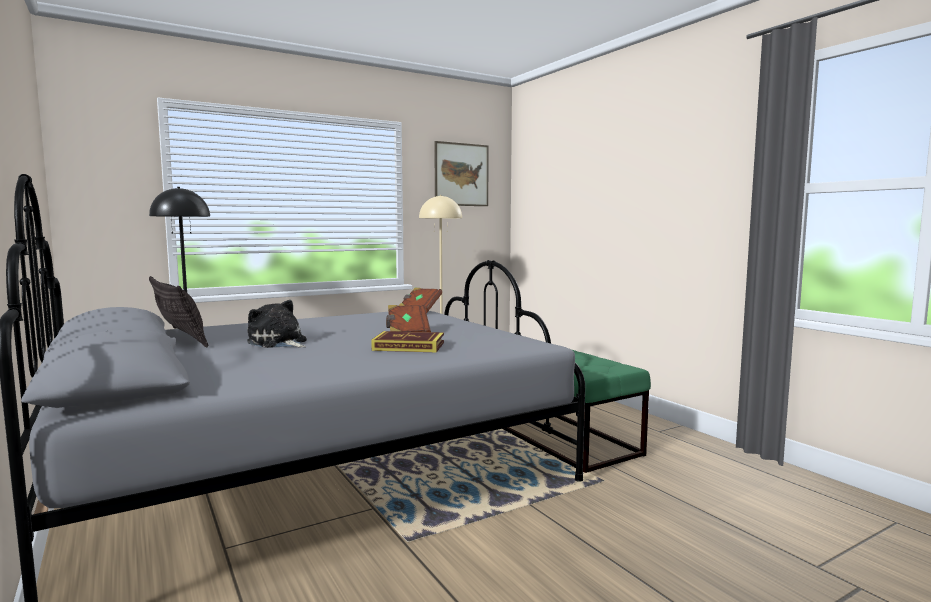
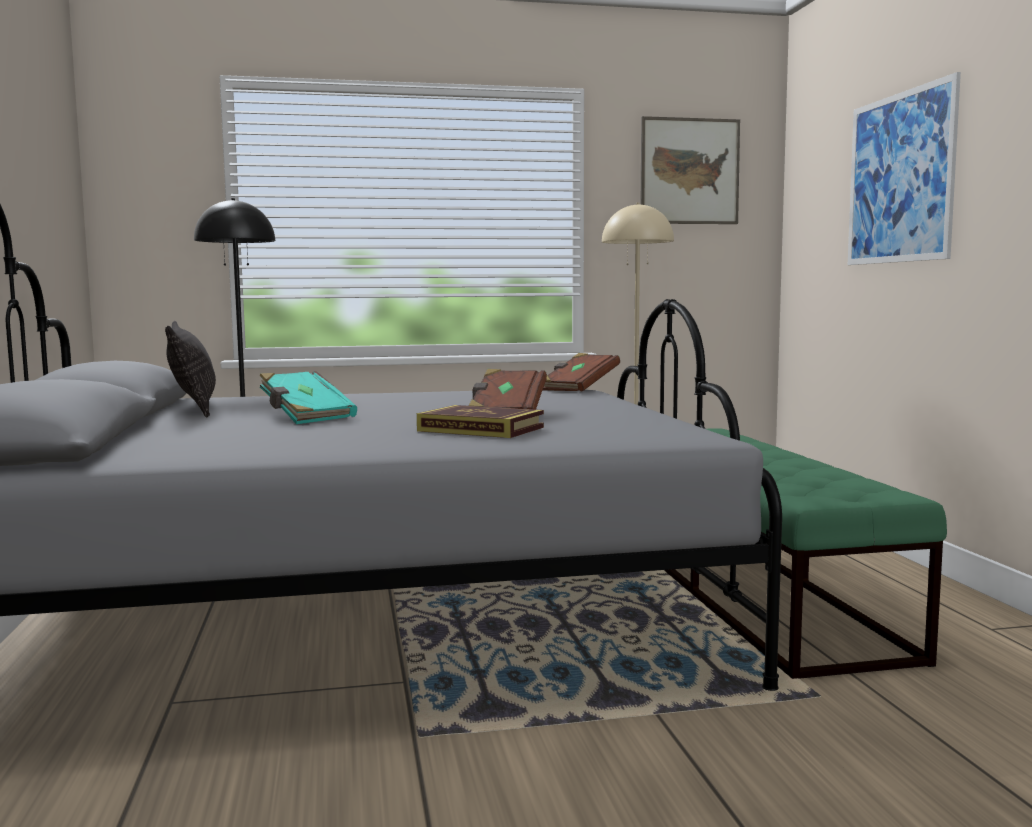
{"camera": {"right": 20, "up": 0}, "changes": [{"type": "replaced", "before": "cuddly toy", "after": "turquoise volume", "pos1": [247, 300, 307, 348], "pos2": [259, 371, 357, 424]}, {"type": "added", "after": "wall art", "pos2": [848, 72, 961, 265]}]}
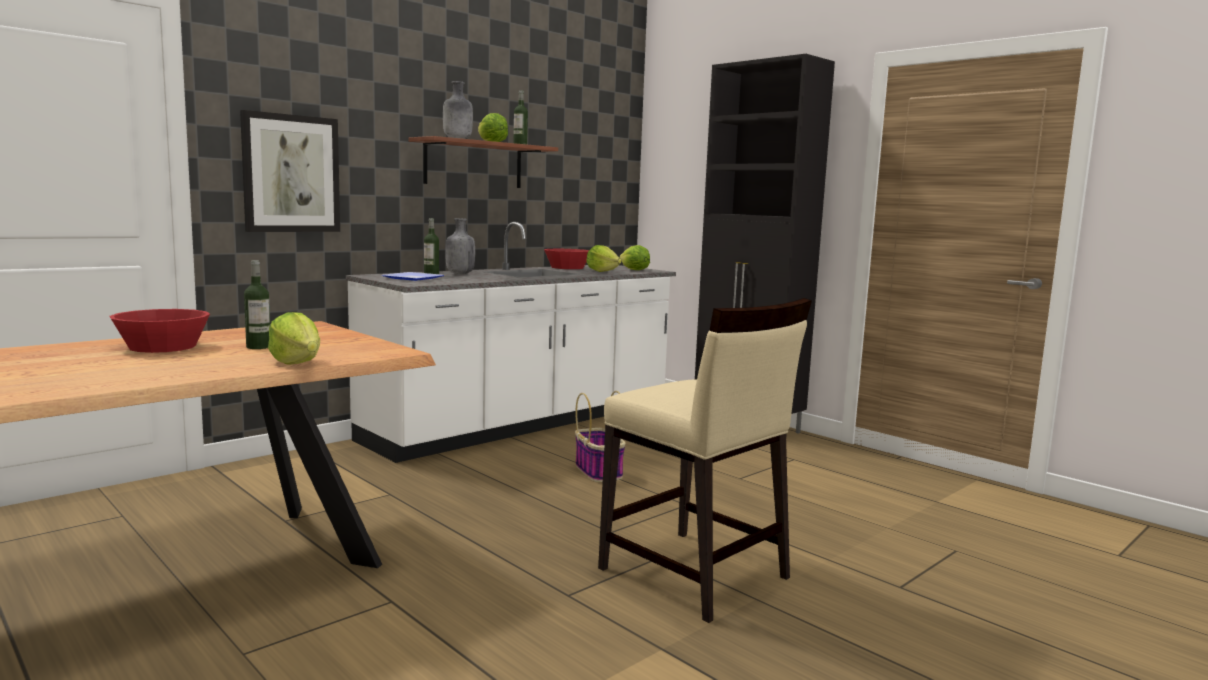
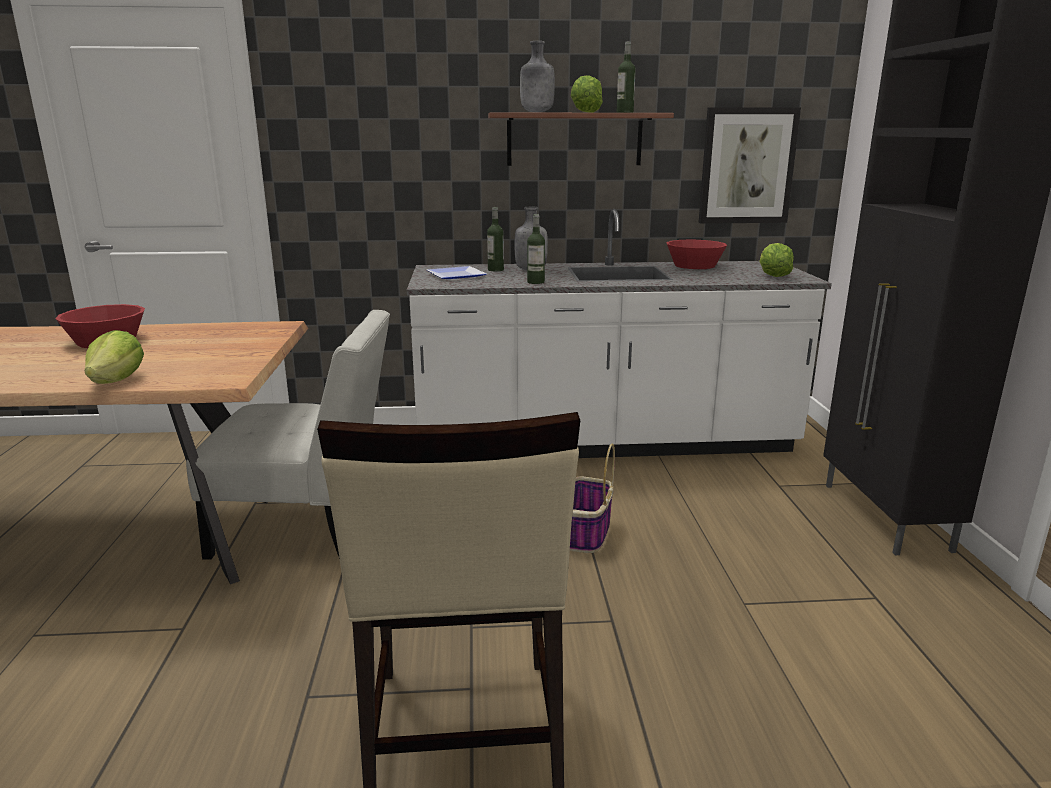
{"camera": {"right": 40, "up": 10}, "changes": [{"type": "added", "after": "whitish plain chair", "pos2": [186, 310, 390, 560]}, {"type": "moved", "before": "bottle", "pos1": [244, 260, 270, 349], "pos2": [527, 214, 545, 284]}, {"type": "moved", "before": "wall art", "pos1": [240, 110, 340, 232], "pos2": [698, 107, 801, 224]}, {"type": "removed", "before": "head of lettuce", "pos1": [586, 245, 621, 272]}]}
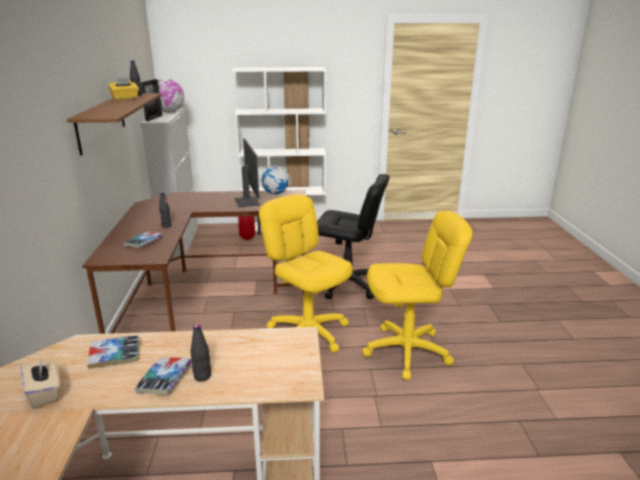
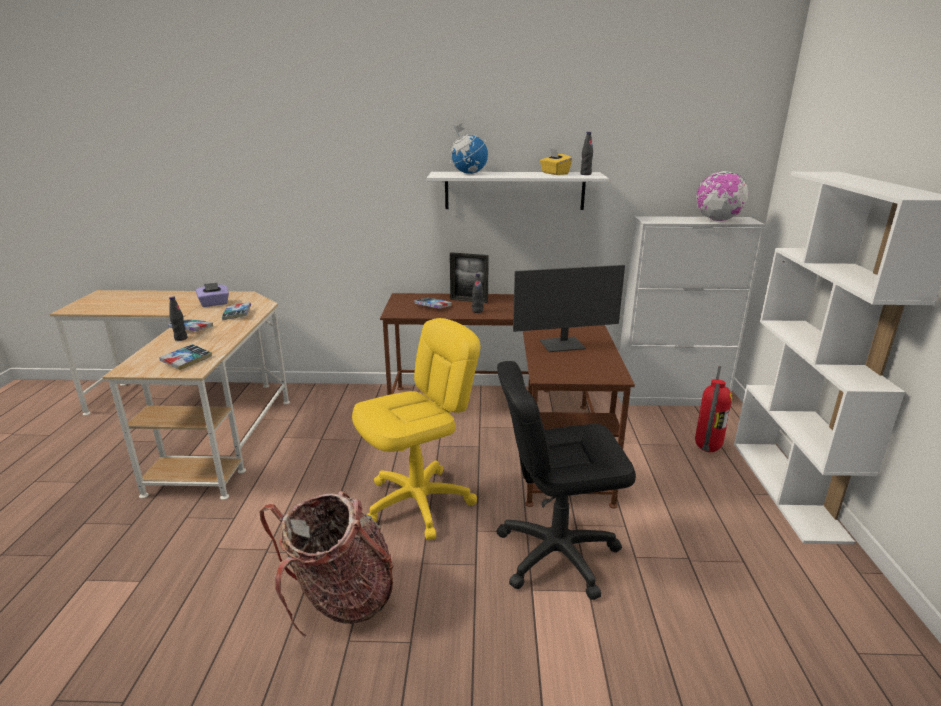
{"camera": {"right": 95, "up": 0}, "changes": [{"type": "added", "after": "volume", "pos2": [160, 344, 212, 370]}, {"type": "recoloured", "before": "beige-coloured tissue box", "after": "purple-coloured tissue box", "pos1": [20, 357, 60, 409], "pos2": [196, 282, 229, 307]}, {"type": "replaced", "before": "yellowish computer chair", "after": "backpack", "pos1": [362, 211, 472, 380], "pos2": [260, 491, 393, 638]}, {"type": "recoloured", "before": "brownish wall shelf", "after": "whitish wall shelf", "pos1": [67, 93, 161, 156], "pos2": [427, 172, 609, 210]}, {"type": "moved", "before": "desk globe", "pos1": [260, 162, 291, 194], "pos2": [450, 123, 488, 174]}, {"type": "moved", "before": "photo frame", "pos1": [140, 79, 162, 121], "pos2": [450, 252, 489, 303]}, {"type": "turned", "before": "blackish computer chair", "pos1": [317, 174, 390, 299], "pos2": [496, 361, 636, 600], "turn": 60}]}
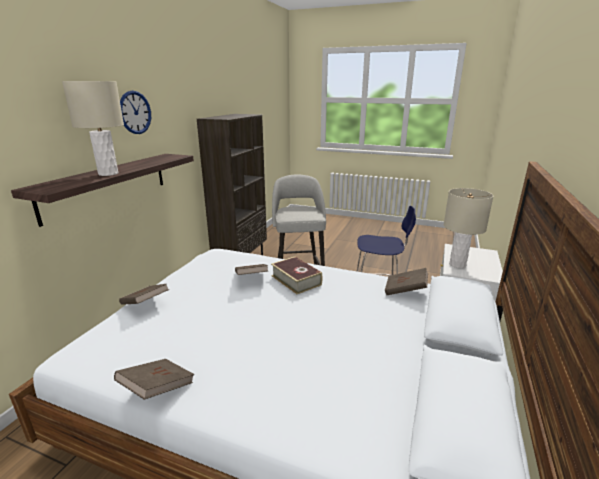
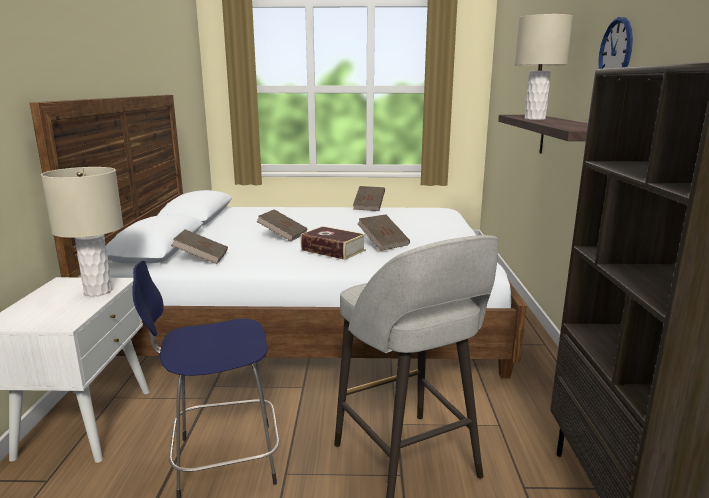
{"camera": {"right": 160, "up": -5}, "changes": [{"type": "moved", "before": "brownish volume", "pos1": [119, 284, 169, 305], "pos2": [256, 209, 308, 241]}]}
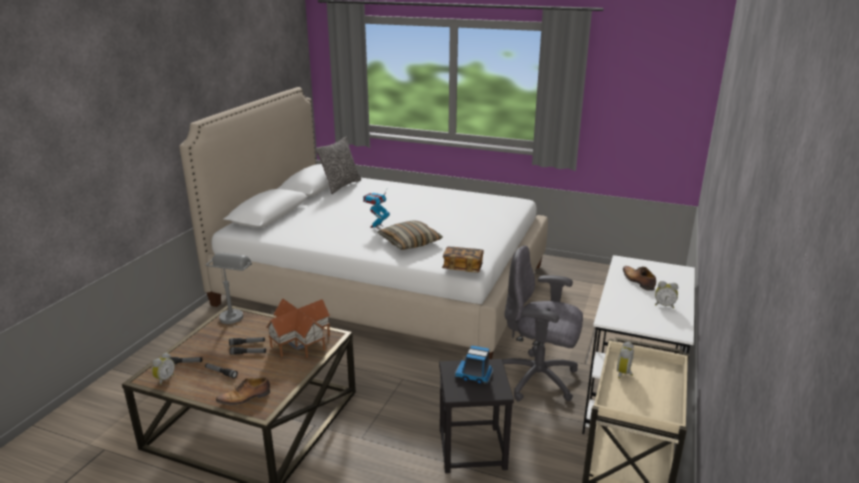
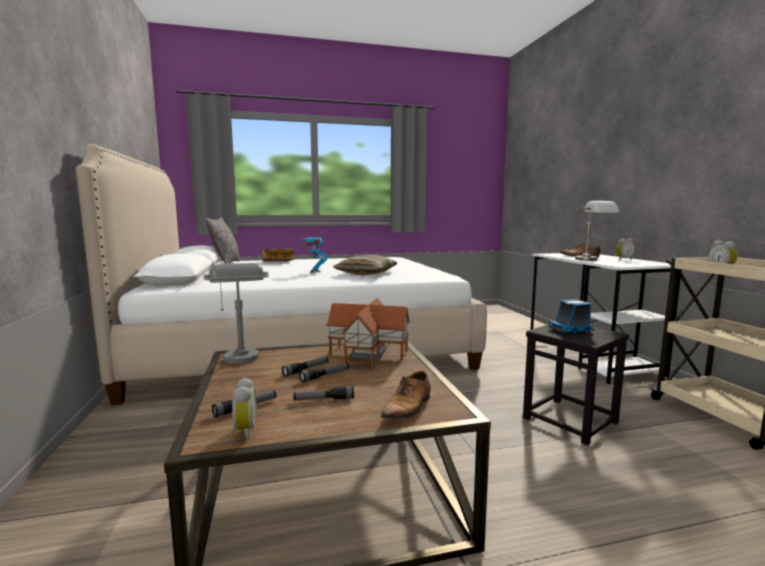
{"camera": {"right": -35, "up": -15}, "changes": [{"type": "moved", "before": "volume", "pos1": [442, 247, 484, 273], "pos2": [262, 248, 294, 261]}, {"type": "added", "after": "grey table lamp", "pos2": [575, 201, 619, 261]}, {"type": "removed", "before": "grey computer chair", "pos1": [502, 246, 583, 401]}]}
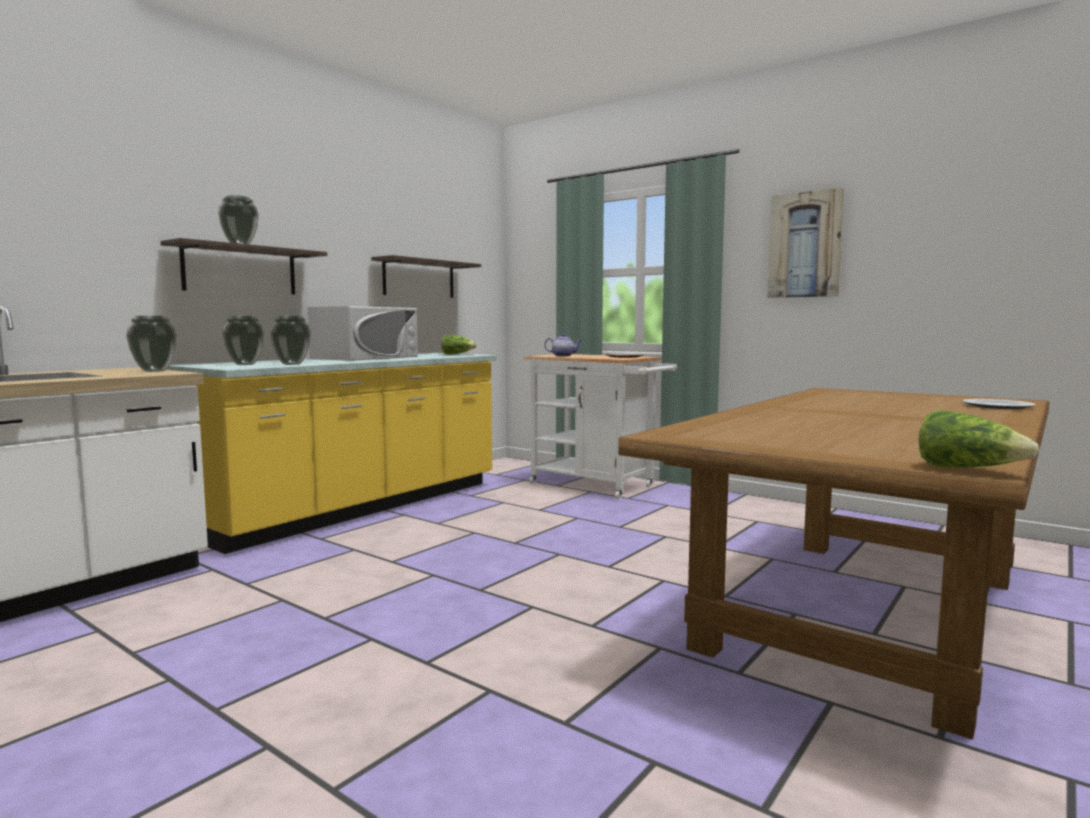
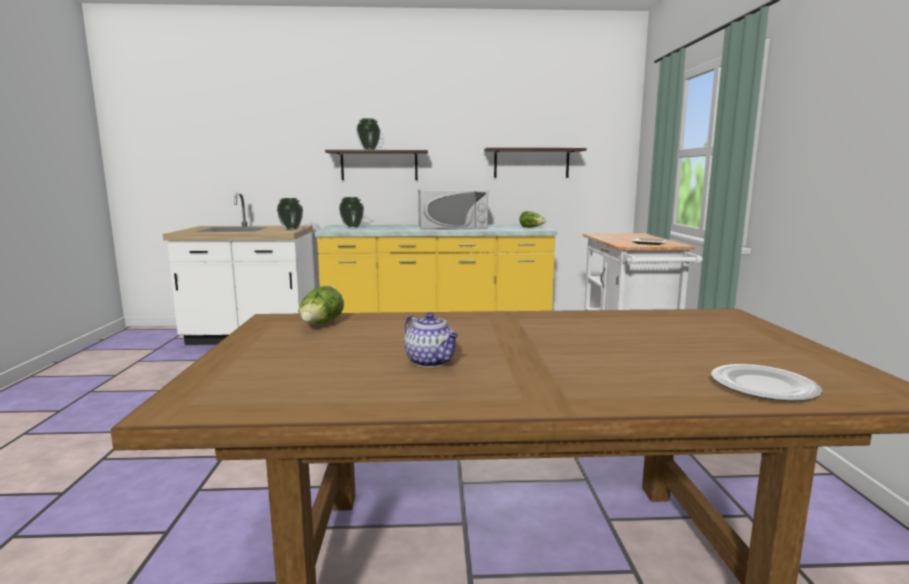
{"camera": {"right": 50, "up": 5}, "changes": [{"type": "moved", "before": "head of lettuce", "pos1": [919, 410, 1039, 468], "pos2": [298, 286, 344, 324]}, {"type": "moved", "before": "teapot", "pos1": [544, 334, 581, 356], "pos2": [404, 312, 458, 367]}, {"type": "removed", "before": "vase", "pos1": [270, 316, 311, 365]}, {"type": "removed", "before": "wall art", "pos1": [767, 188, 844, 298]}]}
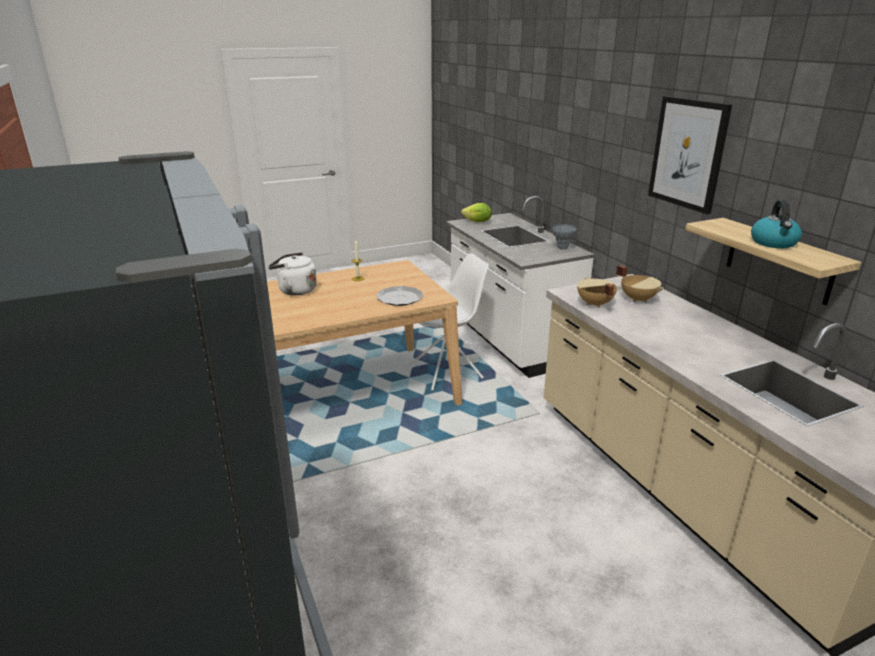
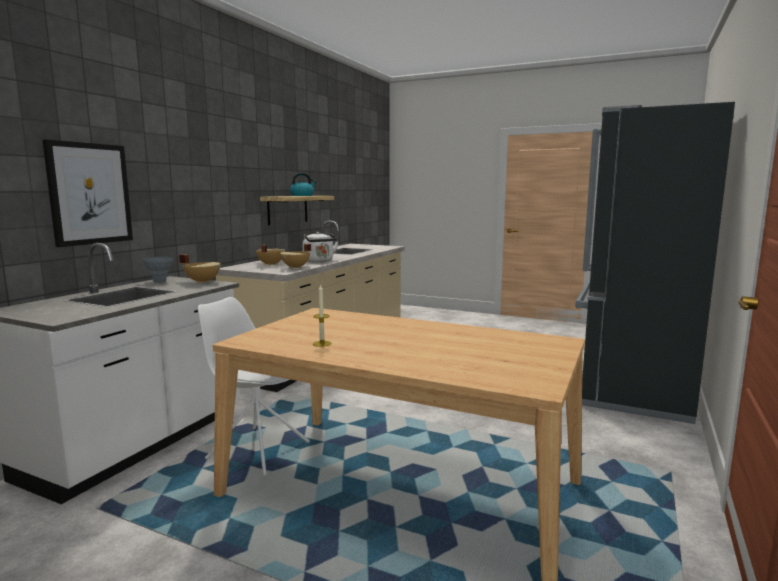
{"camera": {"right": -130, "up": -15}, "changes": [{"type": "moved", "before": "wall art", "pos1": [648, 96, 732, 214], "pos2": [43, 139, 133, 247]}, {"type": "added", "after": "beige-coloured cooking pot", "pos2": [179, 254, 221, 284]}, {"type": "moved", "before": "whitish kettle", "pos1": [268, 252, 317, 295], "pos2": [303, 232, 338, 262]}, {"type": "removed", "before": "plate", "pos1": [376, 286, 423, 306]}, {"type": "removed", "before": "head of lettuce", "pos1": [461, 203, 492, 222]}]}
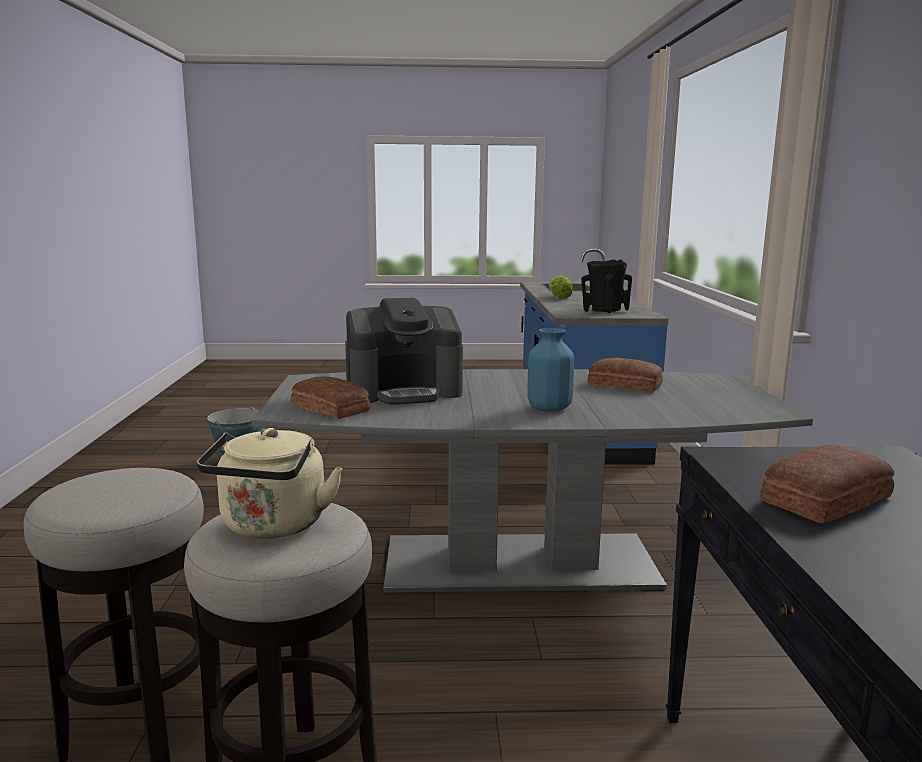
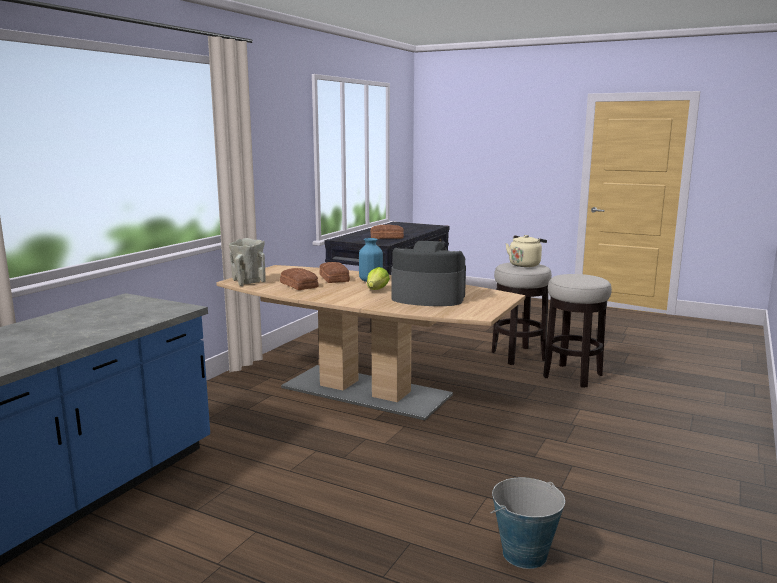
{"camera": {"right": -150, "up": 0}, "changes": [{"type": "recoloured", "before": "grey dining table", "after": "brownish dining table", "pos1": [252, 369, 813, 593], "pos2": [216, 265, 525, 420]}, {"type": "added", "after": "beige-coloured vase", "pos2": [229, 238, 266, 286]}, {"type": "moved", "before": "bread", "pos1": [291, 377, 370, 419], "pos2": [319, 262, 350, 283]}, {"type": "moved", "before": "head of lettuce", "pos1": [549, 276, 573, 299], "pos2": [367, 267, 390, 290]}, {"type": "removed", "before": "blackish vase", "pos1": [581, 259, 632, 313]}]}
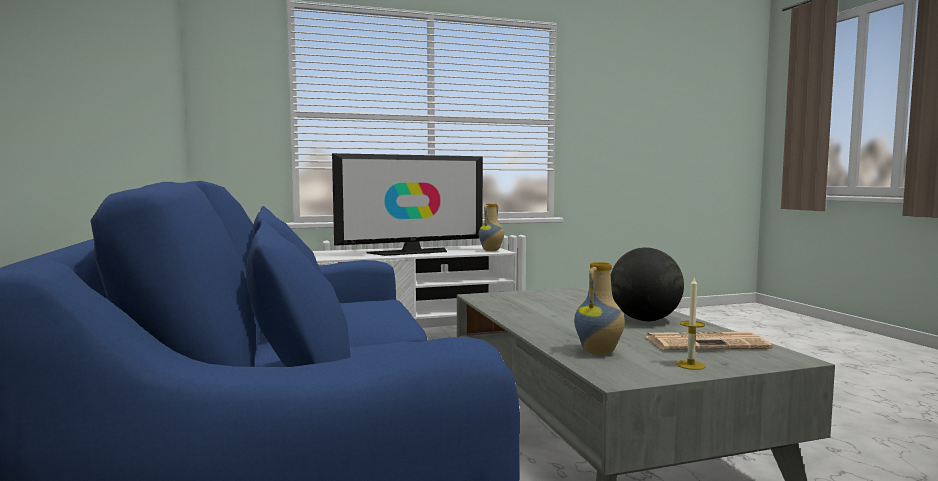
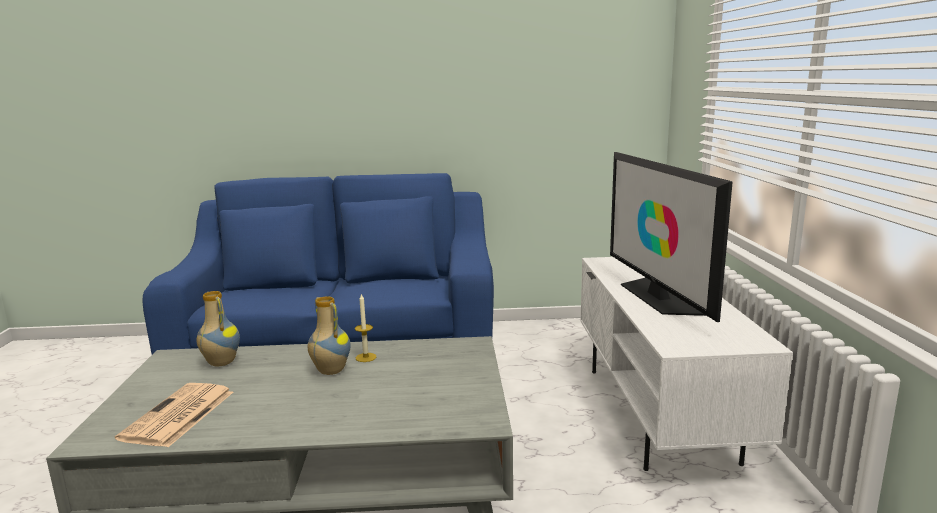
{"camera": {"right": 105, "up": 10}, "changes": [{"type": "moved", "before": "vase", "pos1": [479, 203, 504, 251], "pos2": [308, 296, 351, 375]}, {"type": "moved", "before": "wax light", "pos1": [676, 278, 706, 370], "pos2": [355, 293, 376, 362]}, {"type": "removed", "before": "desk globe", "pos1": [611, 247, 684, 321]}]}
